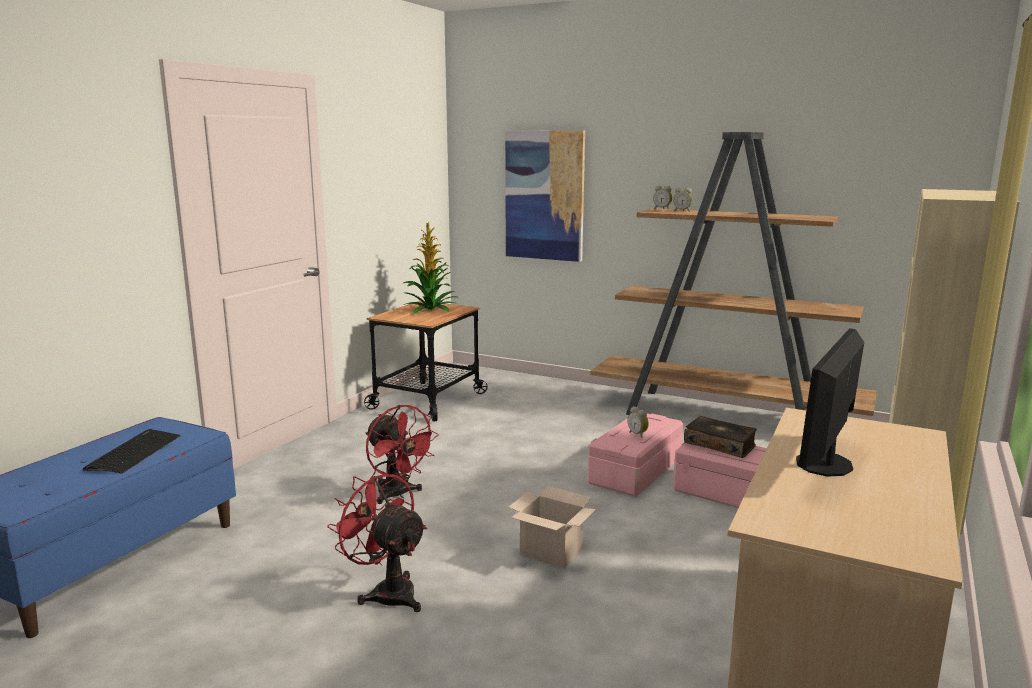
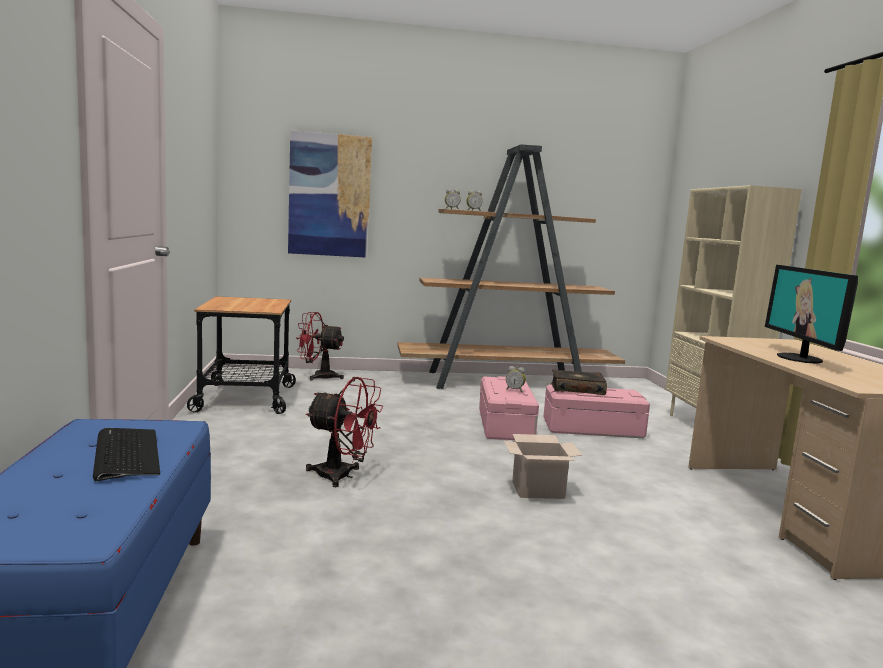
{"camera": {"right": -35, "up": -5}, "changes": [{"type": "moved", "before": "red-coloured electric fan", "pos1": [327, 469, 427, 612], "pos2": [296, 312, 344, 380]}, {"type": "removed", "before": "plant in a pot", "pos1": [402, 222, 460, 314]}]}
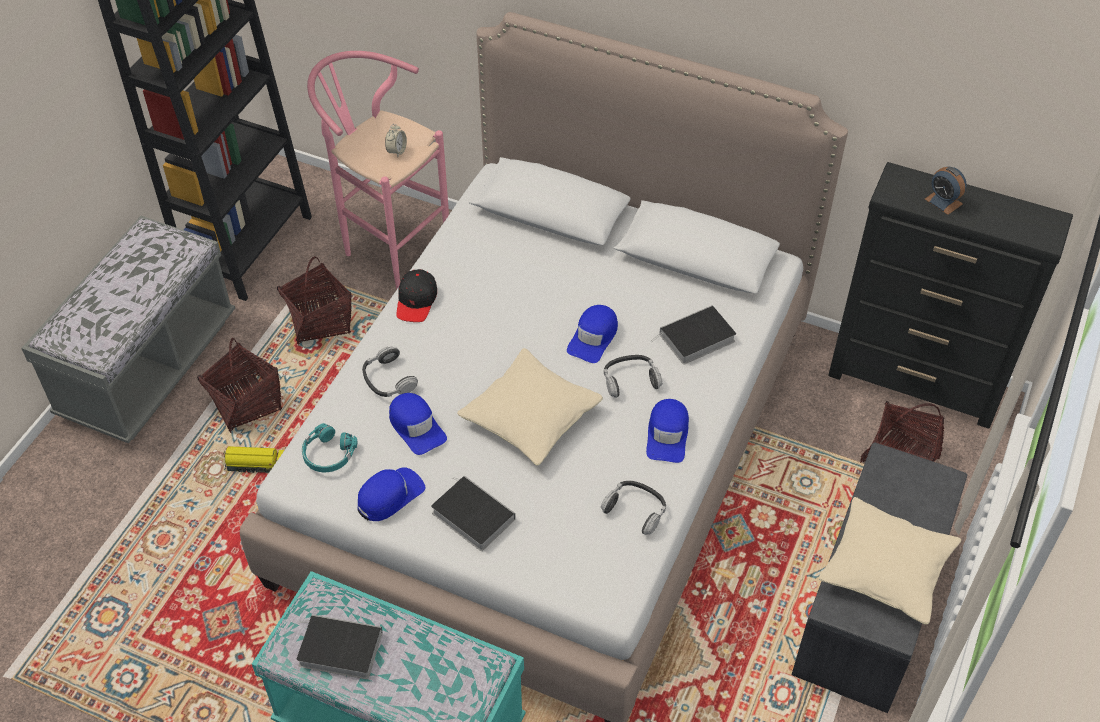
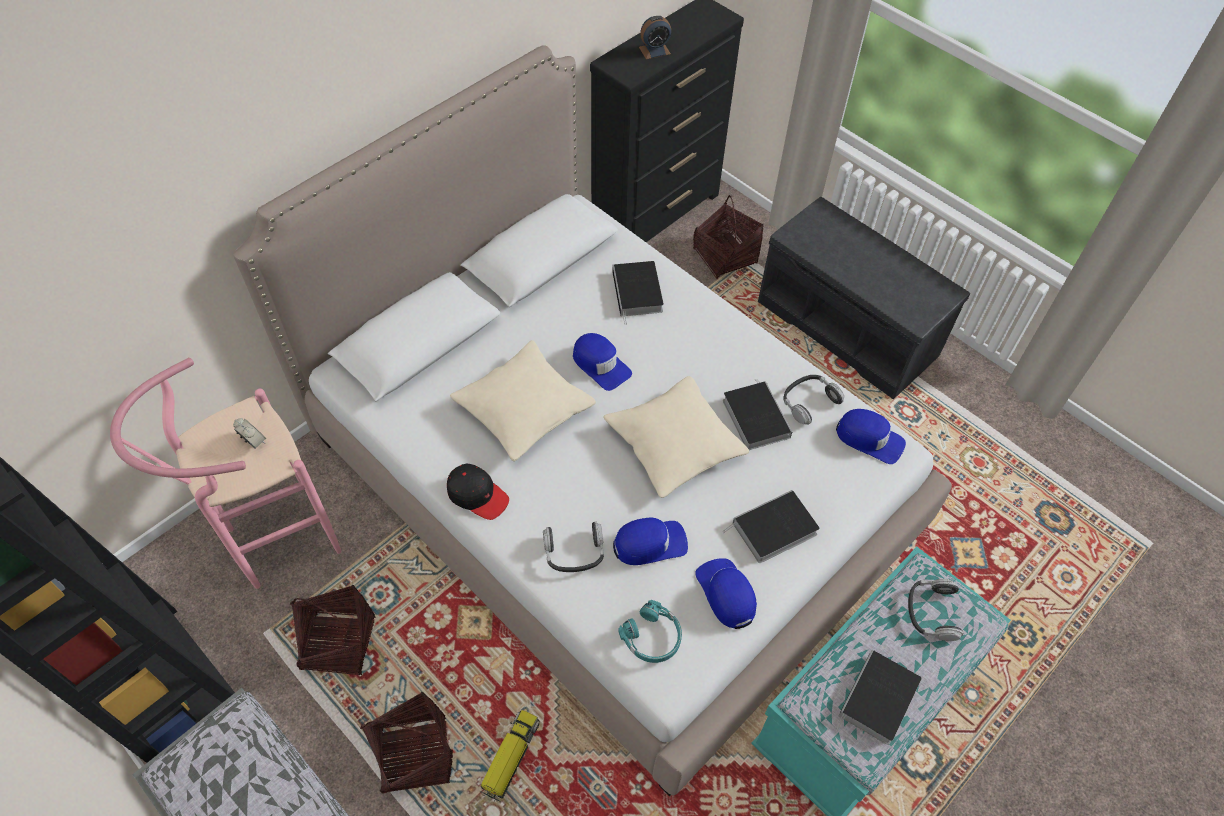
{"camera": {"right": -70, "up": 5}, "changes": [{"type": "moved", "before": "beige-coloured cushion", "pos1": [819, 497, 961, 625], "pos2": [450, 340, 596, 461]}, {"type": "added", "after": "volume", "pos2": [723, 379, 792, 450]}, {"type": "moved", "before": "blue-coloured cap", "pos1": [646, 399, 689, 463], "pos2": [836, 409, 906, 464]}, {"type": "moved", "before": "pair of headphones", "pos1": [604, 355, 662, 398], "pos2": [908, 579, 963, 641]}]}
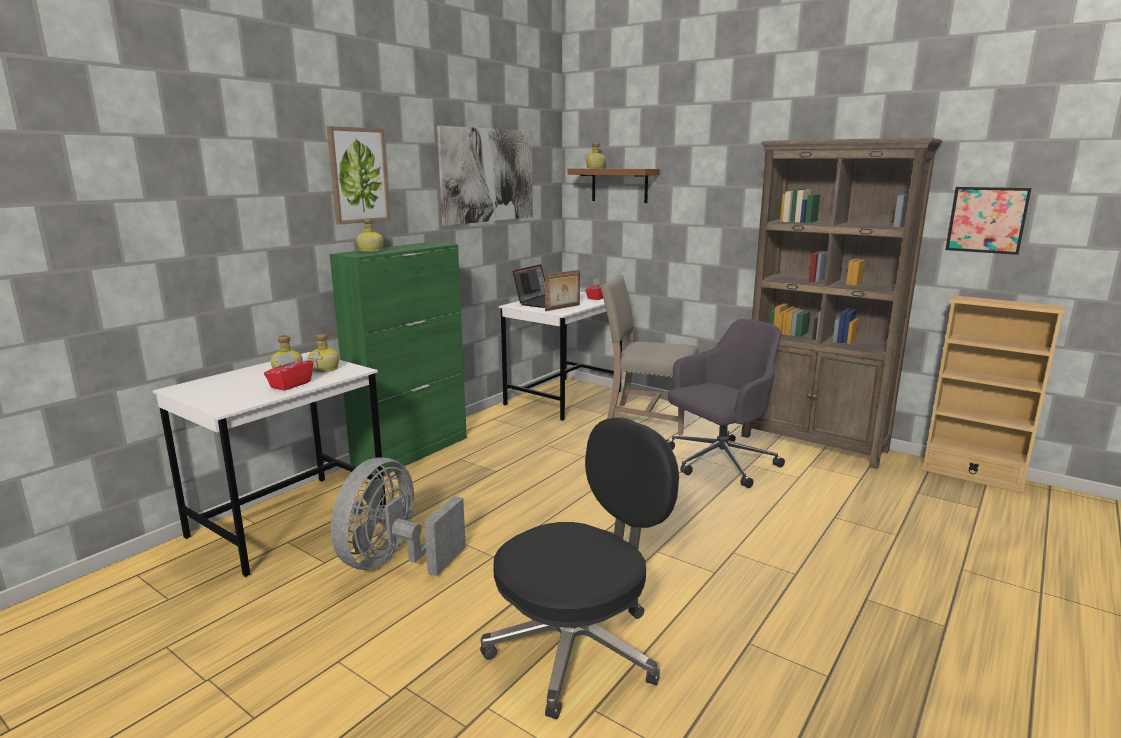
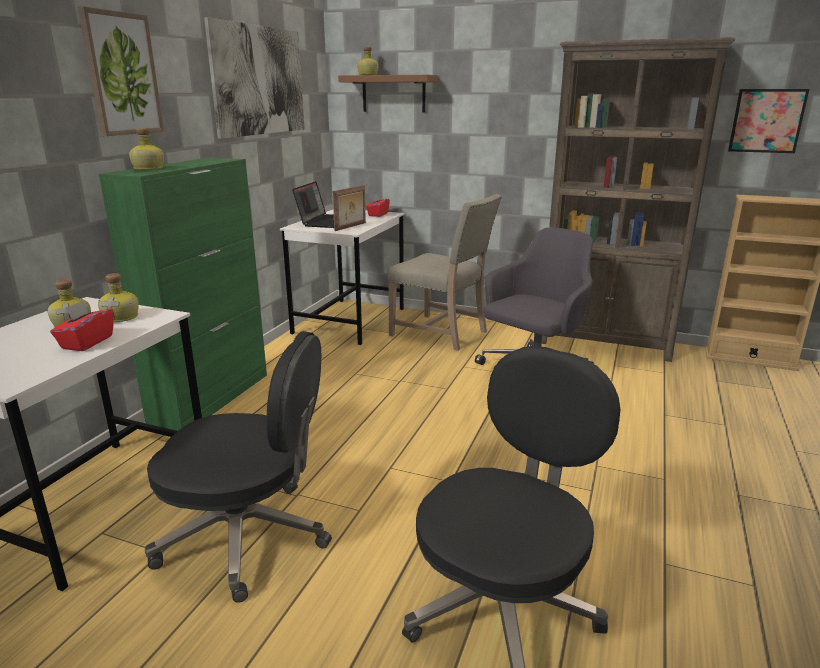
{"camera": {"right": -15, "up": 5}, "changes": [{"type": "replaced", "before": "grey electric fan", "after": "blackish computer chair", "pos1": [331, 457, 466, 576], "pos2": [145, 331, 332, 603]}, {"type": "turned", "before": "beige-coloured plain chair", "pos1": [600, 275, 698, 435], "pos2": [387, 194, 502, 351], "turn": -150}]}
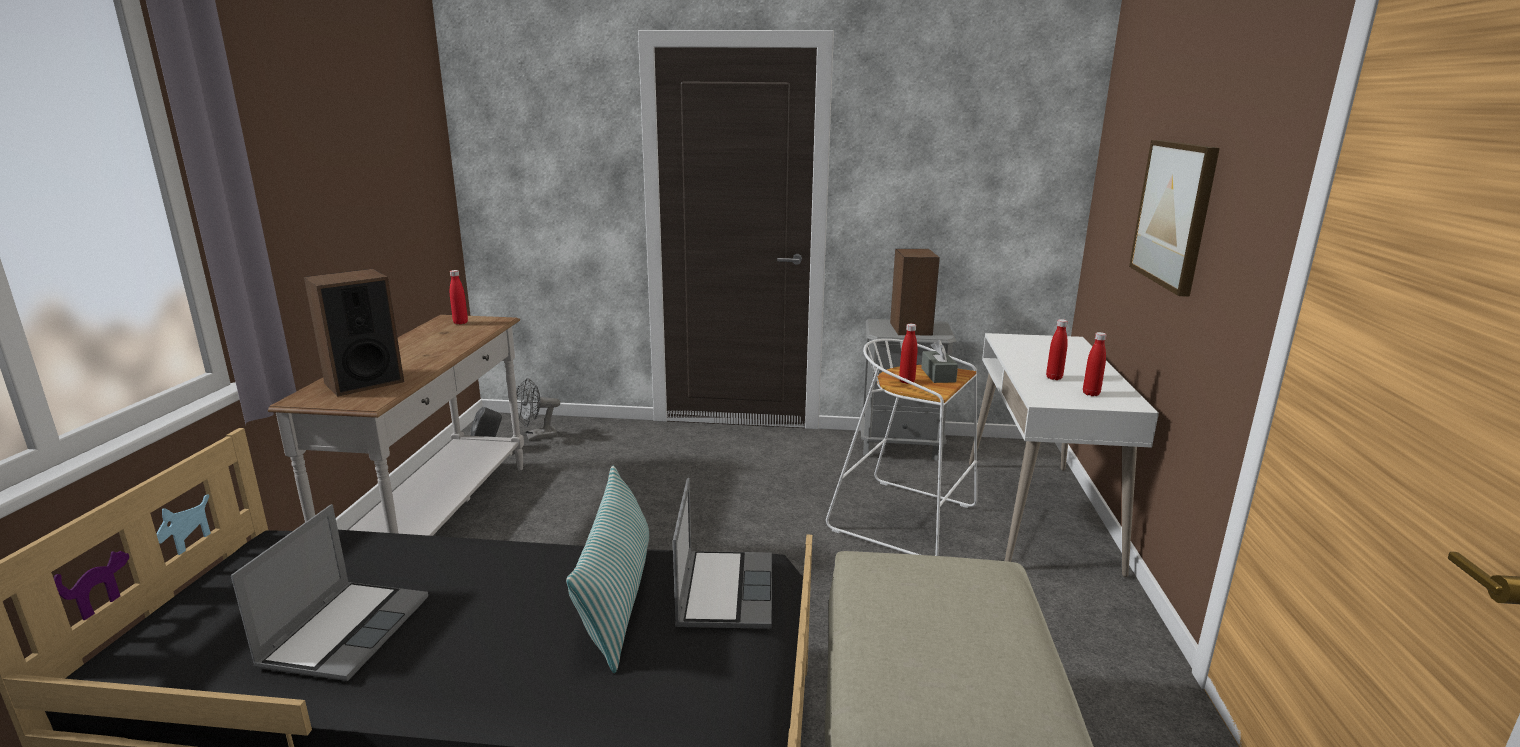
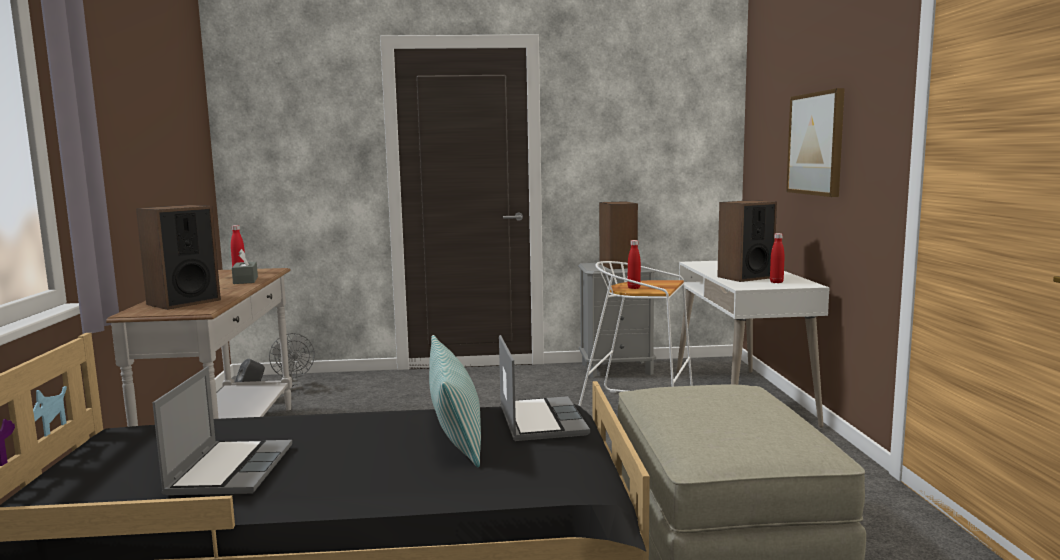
{"camera": {"right": -10, "up": -10}, "changes": [{"type": "moved", "before": "grey tissue box", "pos1": [921, 340, 958, 383], "pos2": [232, 249, 258, 284]}, {"type": "turned", "before": "grey electric fan", "pos1": [516, 378, 560, 441], "pos2": [269, 333, 315, 391], "turn": -90}, {"type": "replaced", "before": "red-coloured bottle", "after": "speaker", "pos1": [1046, 319, 1068, 380], "pos2": [717, 200, 777, 282]}]}
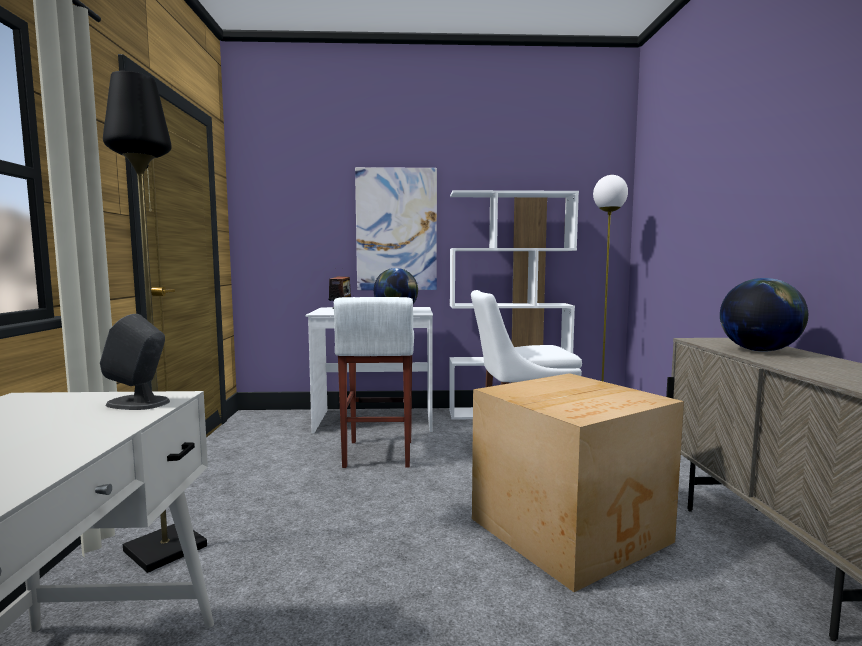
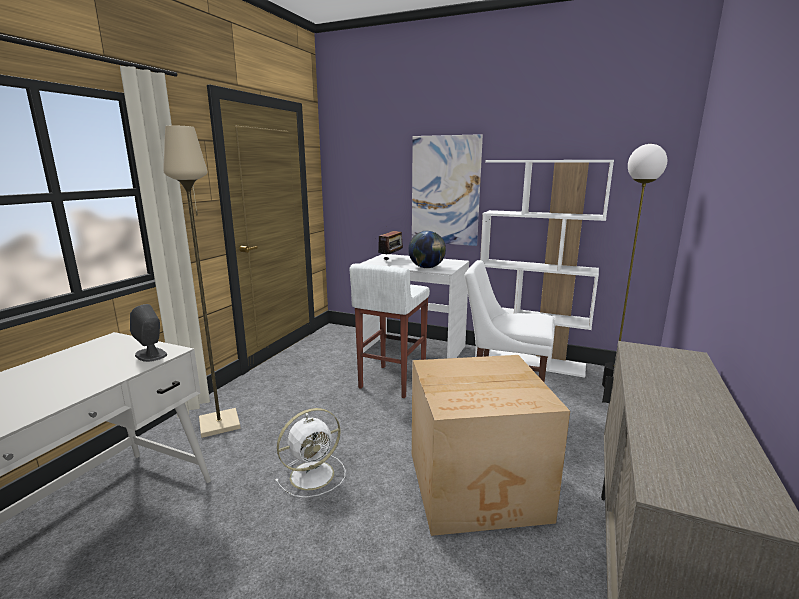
{"camera": {"right": 25, "up": 10}, "changes": [{"type": "recoloured", "before": "blackish standard lamp", "after": "beige-coloured standard lamp", "pos1": [103, 71, 207, 573], "pos2": [163, 126, 241, 438]}, {"type": "added", "after": "whitish electric fan", "pos2": [275, 408, 345, 498]}, {"type": "removed", "before": "desk globe", "pos1": [720, 278, 808, 352]}]}
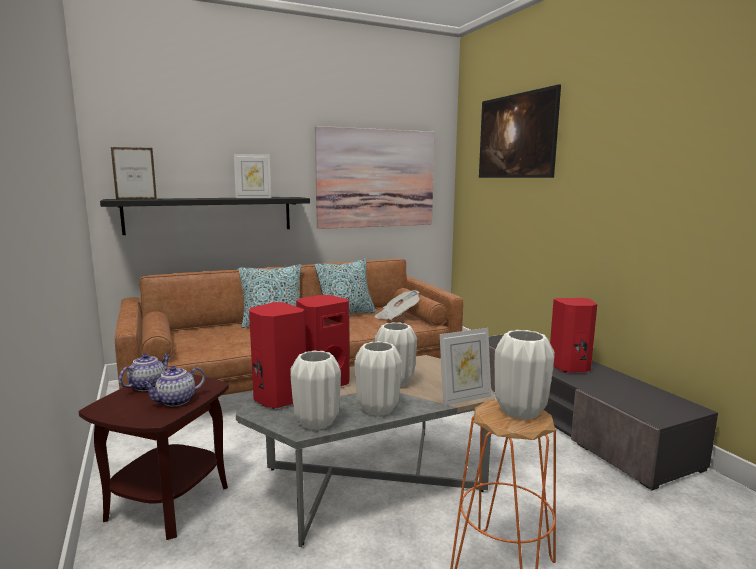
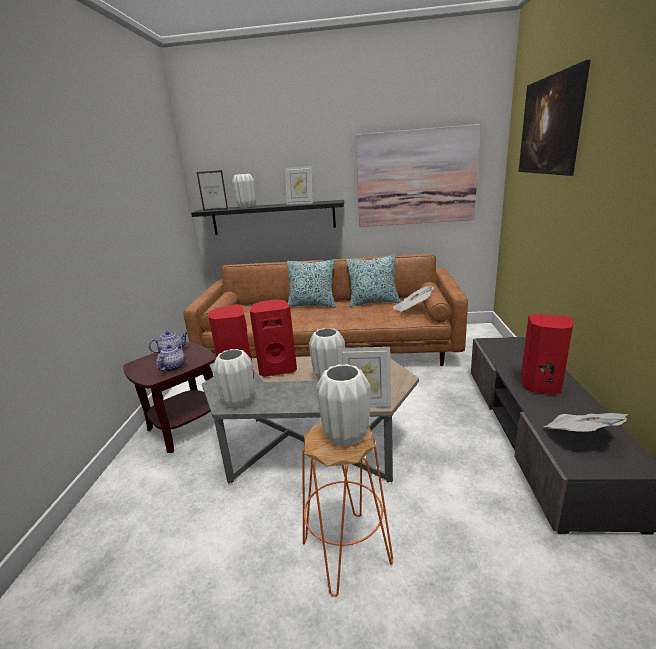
{"camera": {"right": 30, "up": 10}, "changes": [{"type": "turned", "before": "teapot", "pos1": [141, 366, 205, 406], "pos2": [156, 342, 185, 372], "turn": 120}, {"type": "moved", "before": "whitish vase", "pos1": [355, 341, 402, 416], "pos2": [232, 174, 256, 208]}, {"type": "added", "after": "printed paper", "pos2": [543, 413, 629, 432]}]}
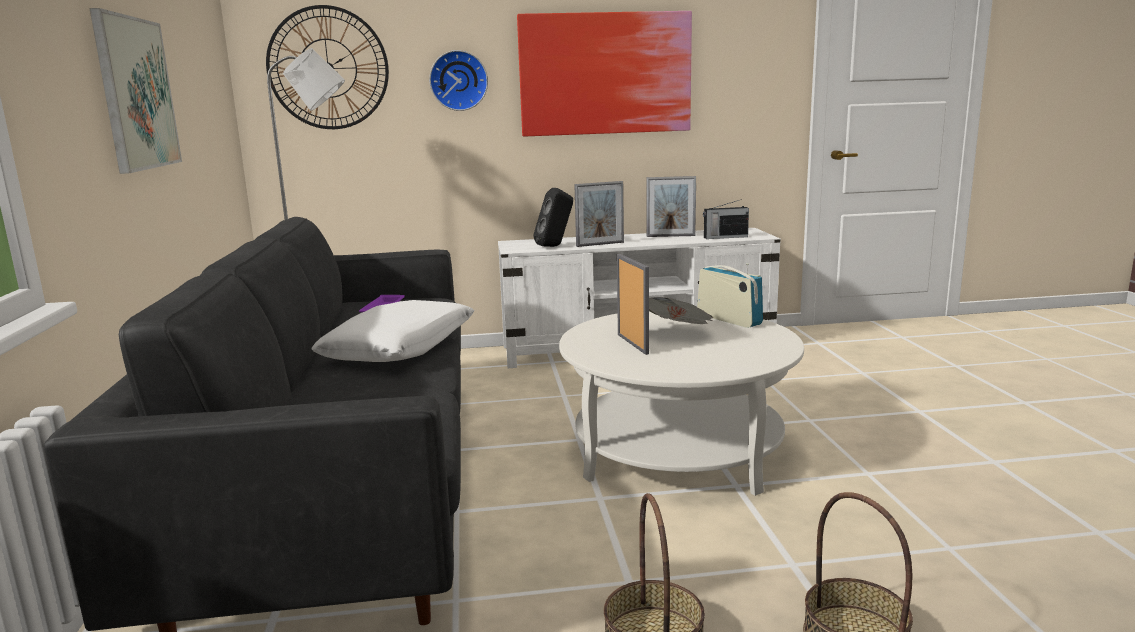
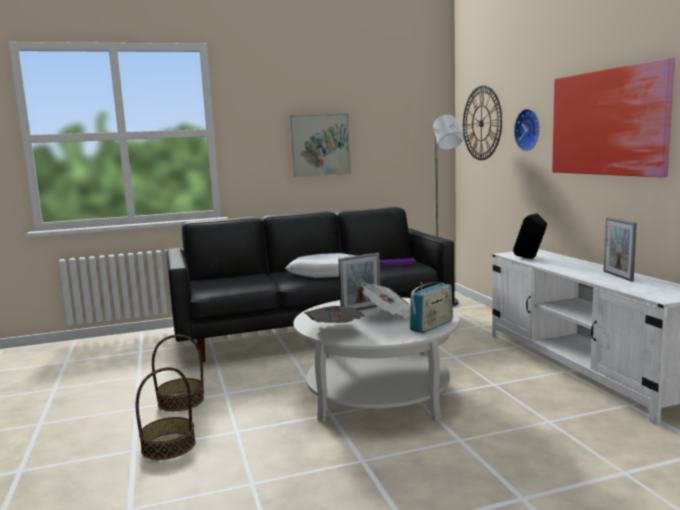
{"camera": {"right": 80, "up": -5}, "changes": [{"type": "added", "after": "printed paper", "pos2": [304, 306, 365, 323]}, {"type": "removed", "before": "photo frame", "pos1": [574, 181, 624, 247]}, {"type": "removed", "before": "radio", "pos1": [703, 199, 749, 239]}]}
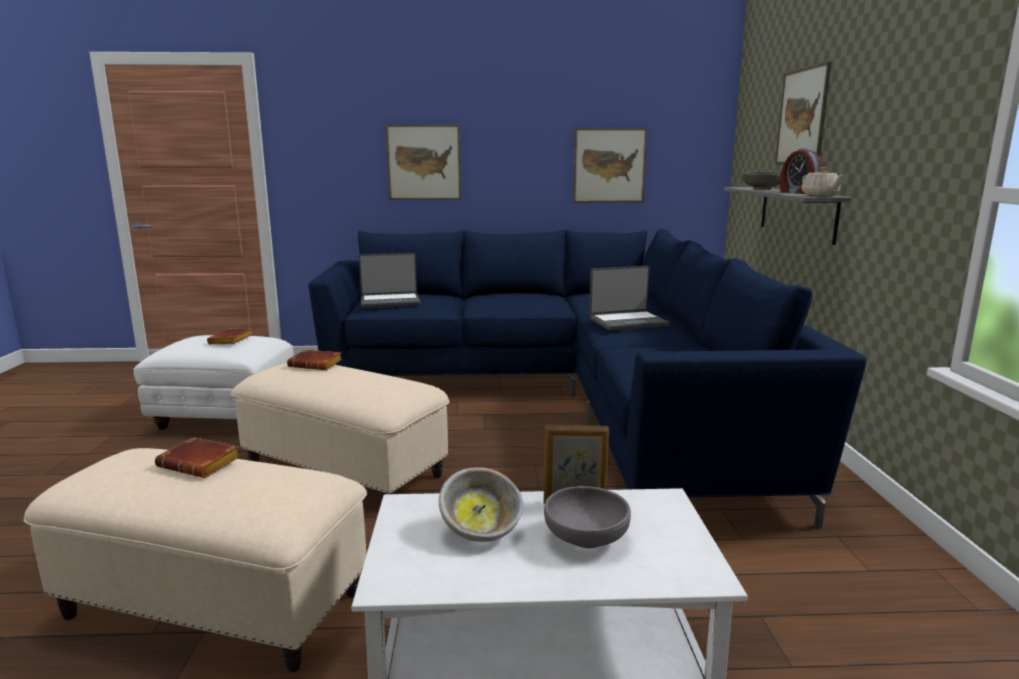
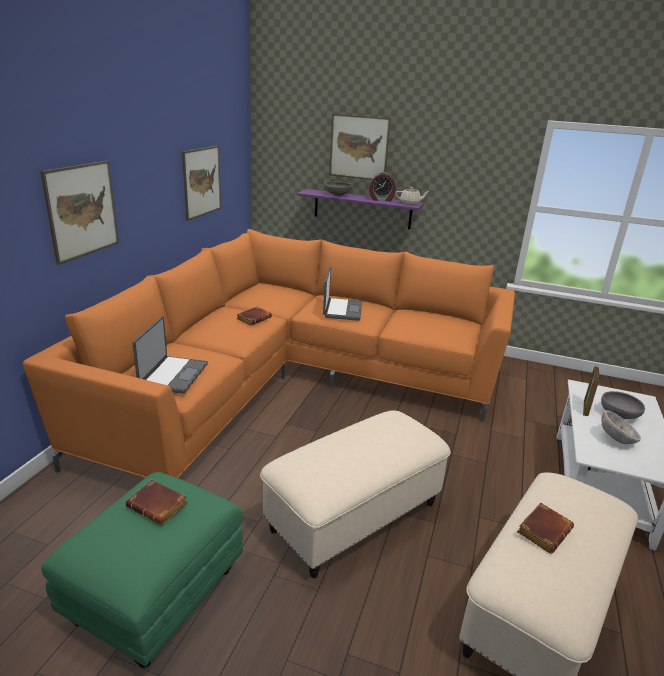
{"camera": {"right": -70, "up": 10}, "changes": [{"type": "recoloured", "before": "blue-coloured couch", "after": "orange couch", "pos1": [308, 229, 867, 529], "pos2": [23, 229, 515, 478]}, {"type": "recoloured", "before": "whitish pouffe", "after": "greenish pouffe", "pos1": [133, 335, 293, 430], "pos2": [41, 472, 243, 668]}, {"type": "moved", "before": "brownish volume", "pos1": [287, 349, 342, 370], "pos2": [236, 306, 272, 326]}, {"type": "recoloured", "before": "grey wall shelf", "after": "purple-coloured wall shelf", "pos1": [724, 187, 851, 245], "pos2": [297, 189, 424, 229]}]}
